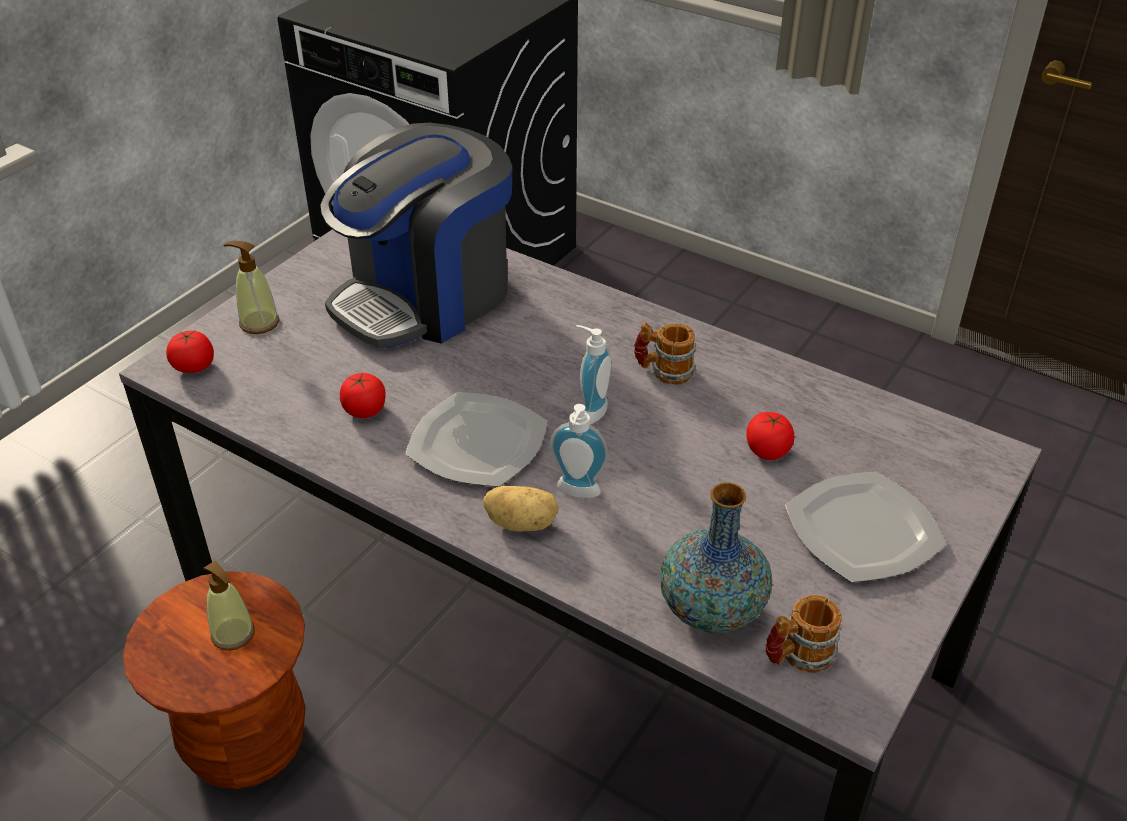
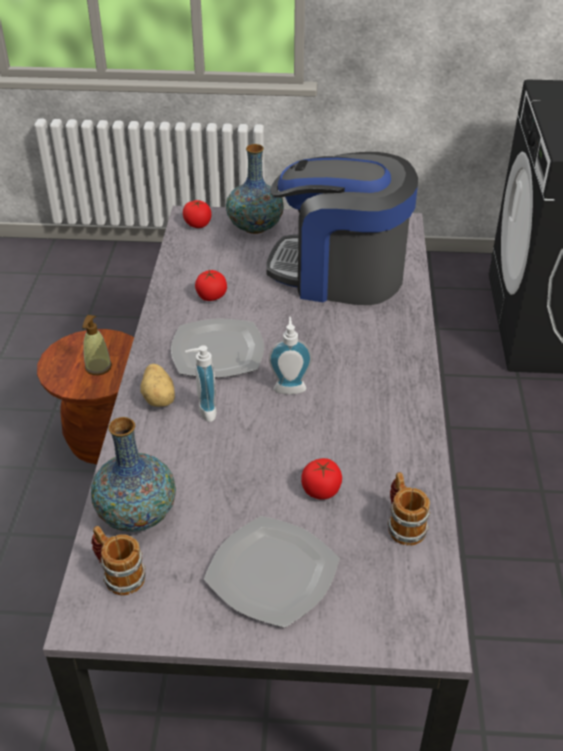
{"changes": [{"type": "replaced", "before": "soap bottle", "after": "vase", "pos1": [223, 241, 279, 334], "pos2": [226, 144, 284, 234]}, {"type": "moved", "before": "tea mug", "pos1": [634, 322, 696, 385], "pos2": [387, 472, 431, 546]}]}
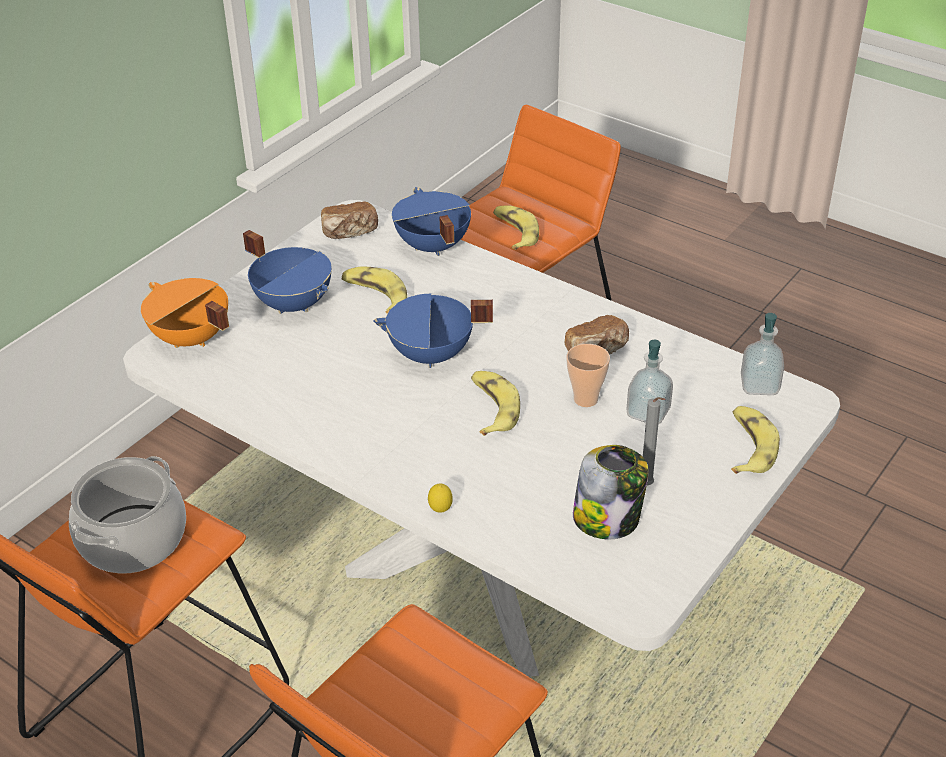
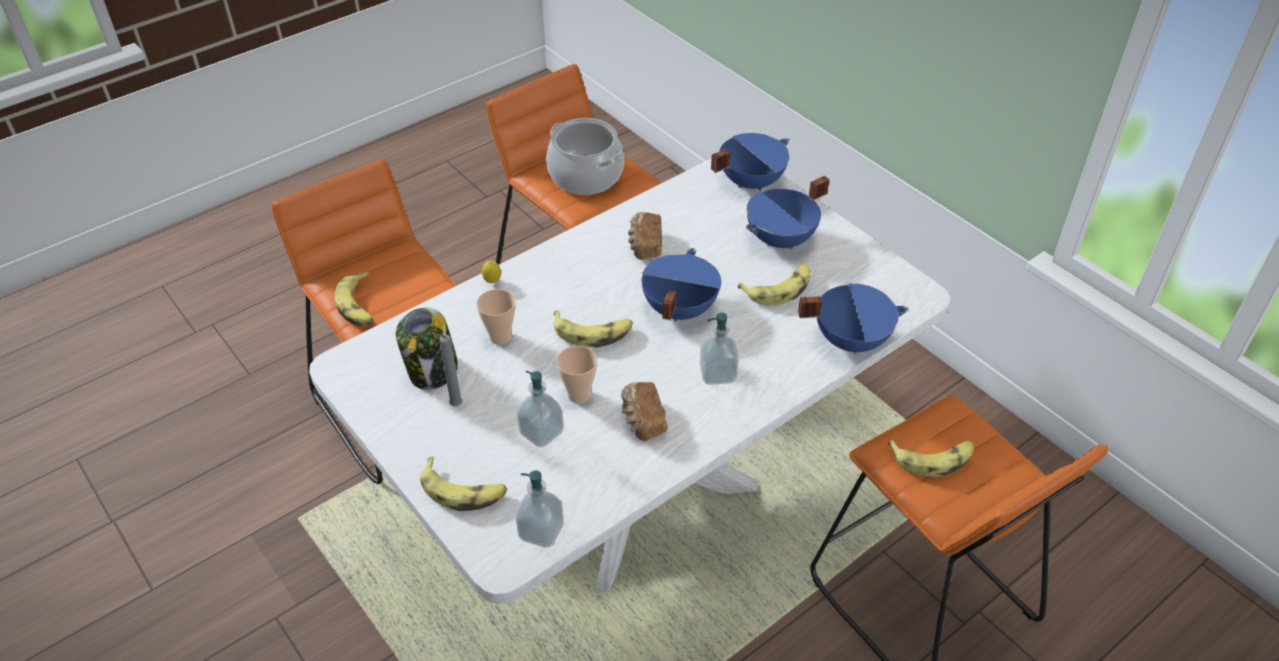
{"changes": [{"type": "moved", "before": "baked bread", "pos1": [321, 201, 378, 239], "pos2": [628, 212, 662, 260]}, {"type": "recoloured", "before": "orangey cooking pot", "after": "blue-coloured cooking pot", "pos1": [141, 278, 229, 348], "pos2": [711, 133, 790, 191]}, {"type": "added", "after": "banana", "pos2": [334, 272, 374, 326]}, {"type": "added", "after": "small cup", "pos2": [476, 289, 516, 345]}, {"type": "added", "after": "soap bottle", "pos2": [700, 313, 739, 385]}]}
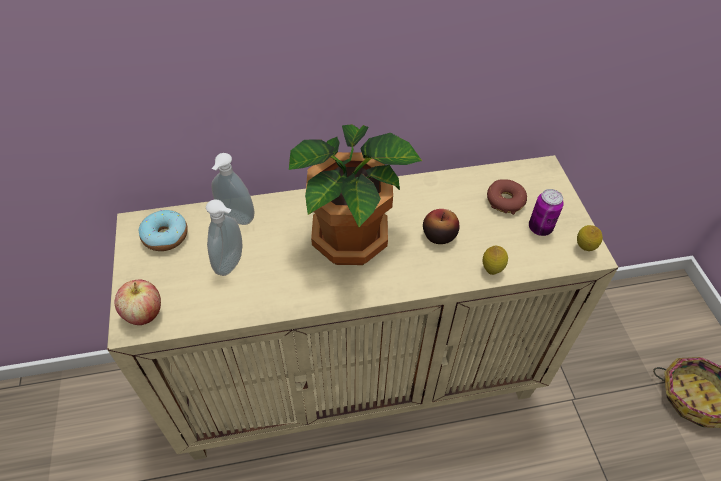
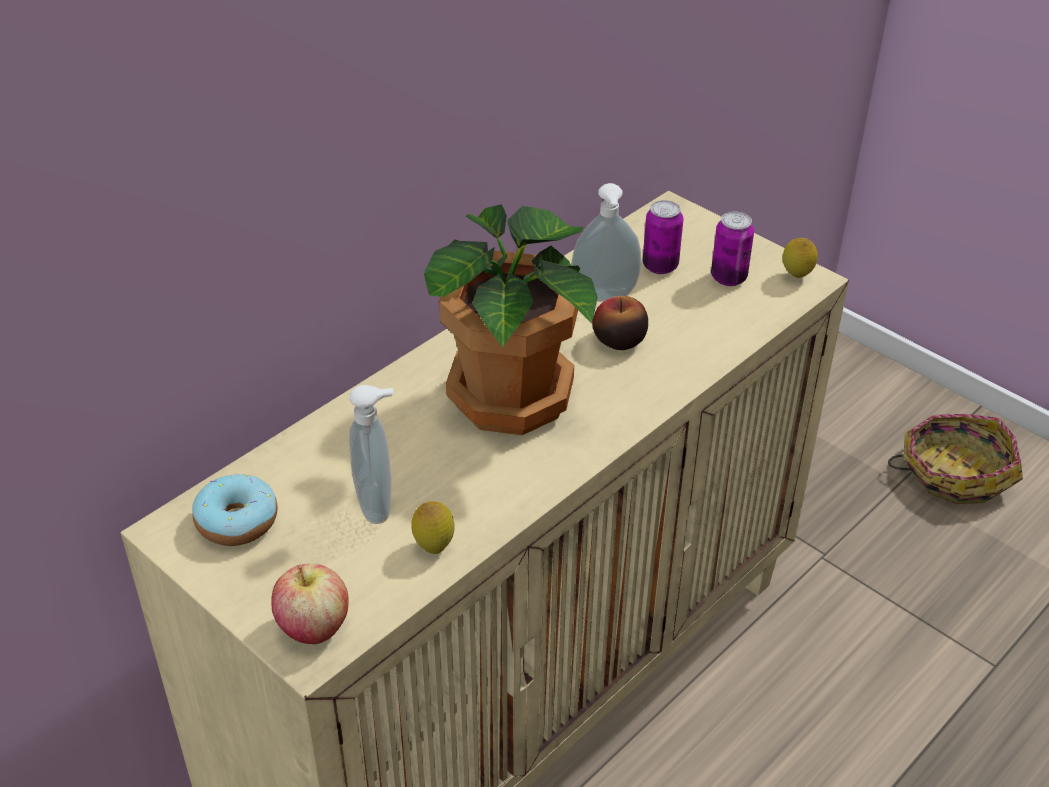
{"changes": [{"type": "moved", "before": "soap bottle", "pos1": [211, 153, 255, 225], "pos2": [571, 183, 642, 302]}, {"type": "replaced", "before": "ring doughnut", "after": "sealed can", "pos1": [487, 179, 527, 215], "pos2": [643, 200, 683, 274]}, {"type": "moved", "before": "lemon", "pos1": [483, 246, 508, 275], "pos2": [411, 501, 454, 554]}]}
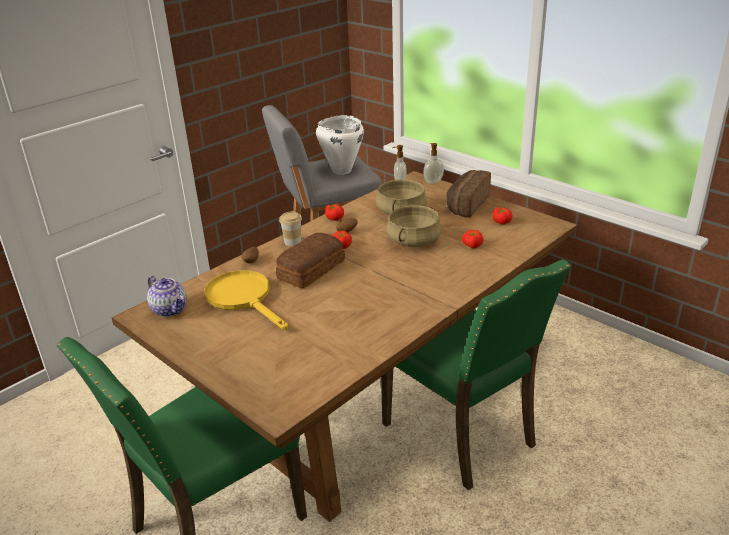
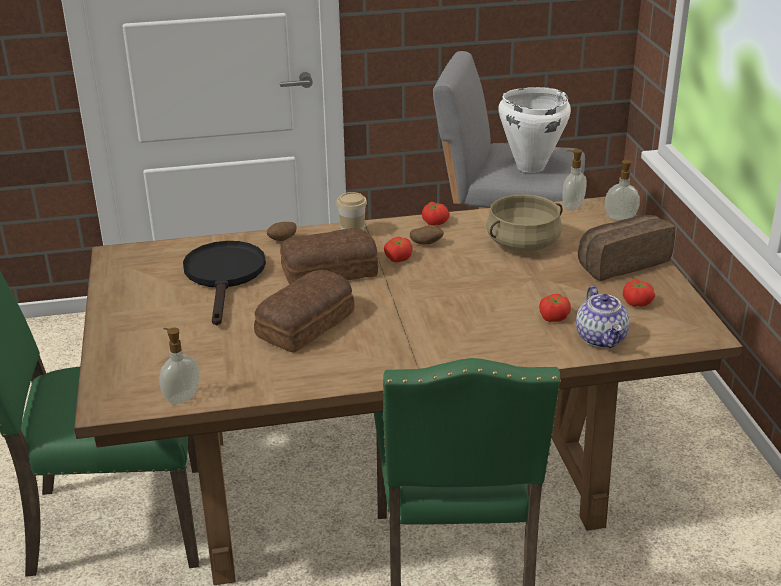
{"changes": [{"type": "removed", "before": "beige cooking pot", "pos1": [386, 205, 442, 247]}, {"type": "recoloured", "before": "yellow skillet", "after": "black-coloured skillet", "pos1": [204, 270, 288, 330], "pos2": [183, 241, 266, 325]}, {"type": "moved", "before": "tea pot", "pos1": [147, 276, 187, 317], "pos2": [576, 286, 630, 348]}, {"type": "added", "after": "baked bread", "pos2": [254, 270, 355, 353]}, {"type": "added", "after": "soap bottle", "pos2": [159, 328, 200, 405]}]}
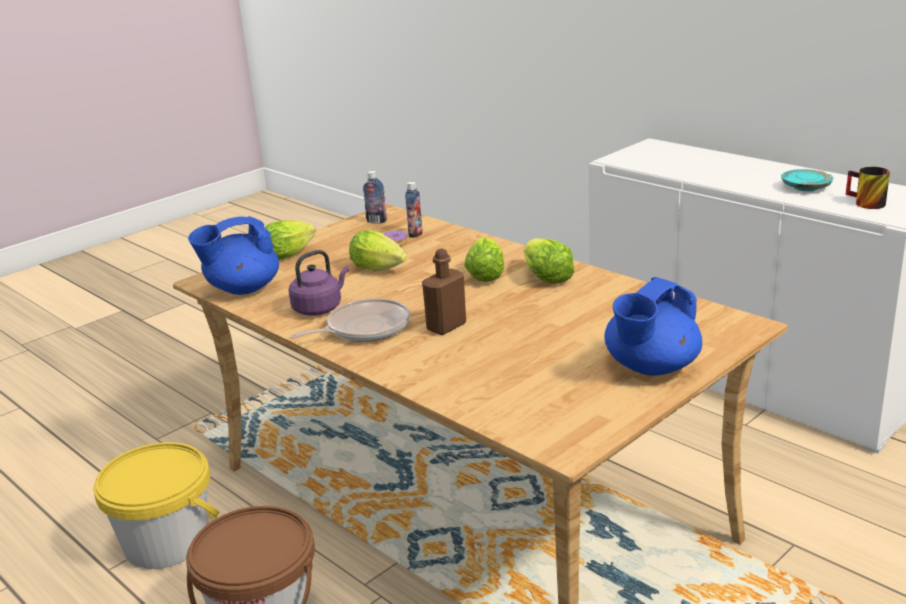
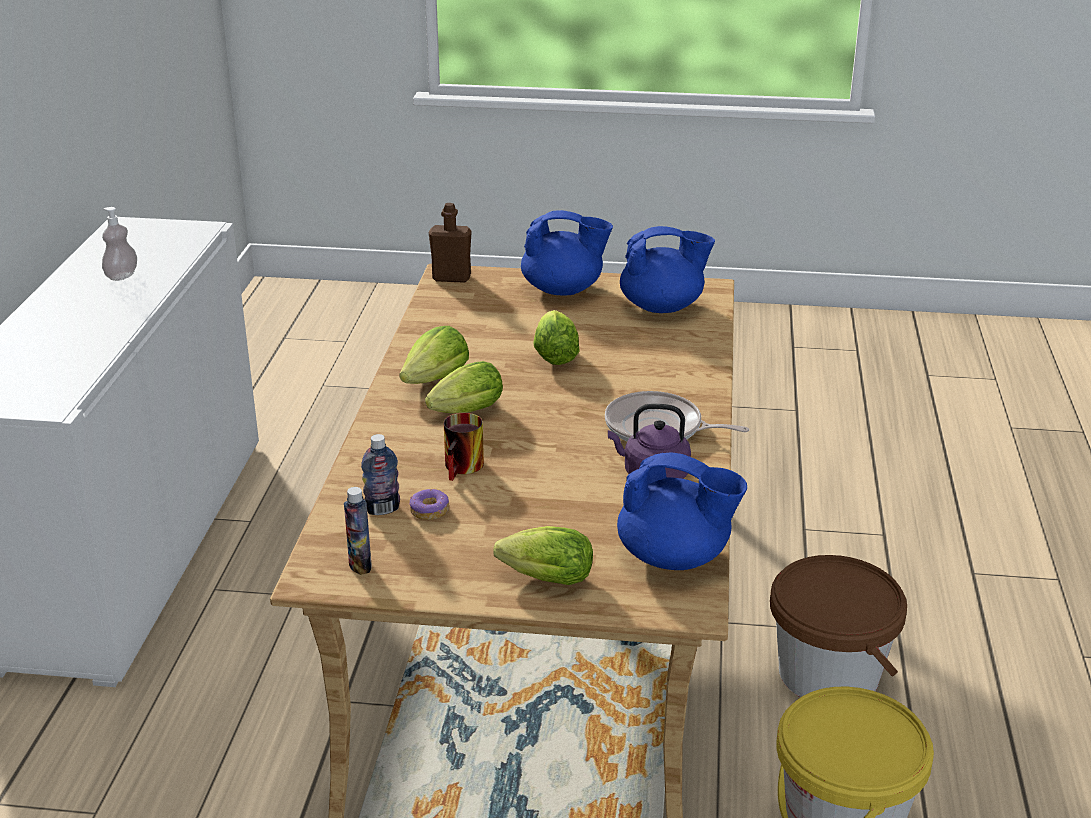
{"changes": [{"type": "moved", "before": "tea mug", "pos1": [846, 167, 890, 209], "pos2": [444, 413, 484, 481]}, {"type": "replaced", "before": "turquoise-coloured dinner plate", "after": "soap bottle", "pos1": [781, 169, 833, 191], "pos2": [102, 207, 137, 281]}, {"type": "moved", "before": "head of lettuce", "pos1": [349, 230, 407, 271], "pos2": [533, 310, 579, 365]}, {"type": "moved", "before": "brown-coloured bottle", "pos1": [422, 249, 466, 335], "pos2": [429, 203, 472, 283]}, {"type": "added", "after": "blue-coloured tea pot", "pos2": [620, 226, 715, 313]}]}
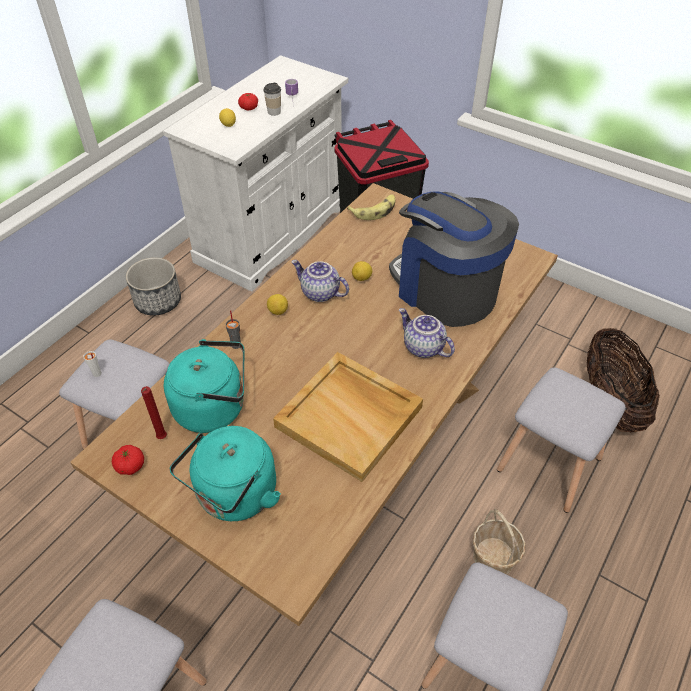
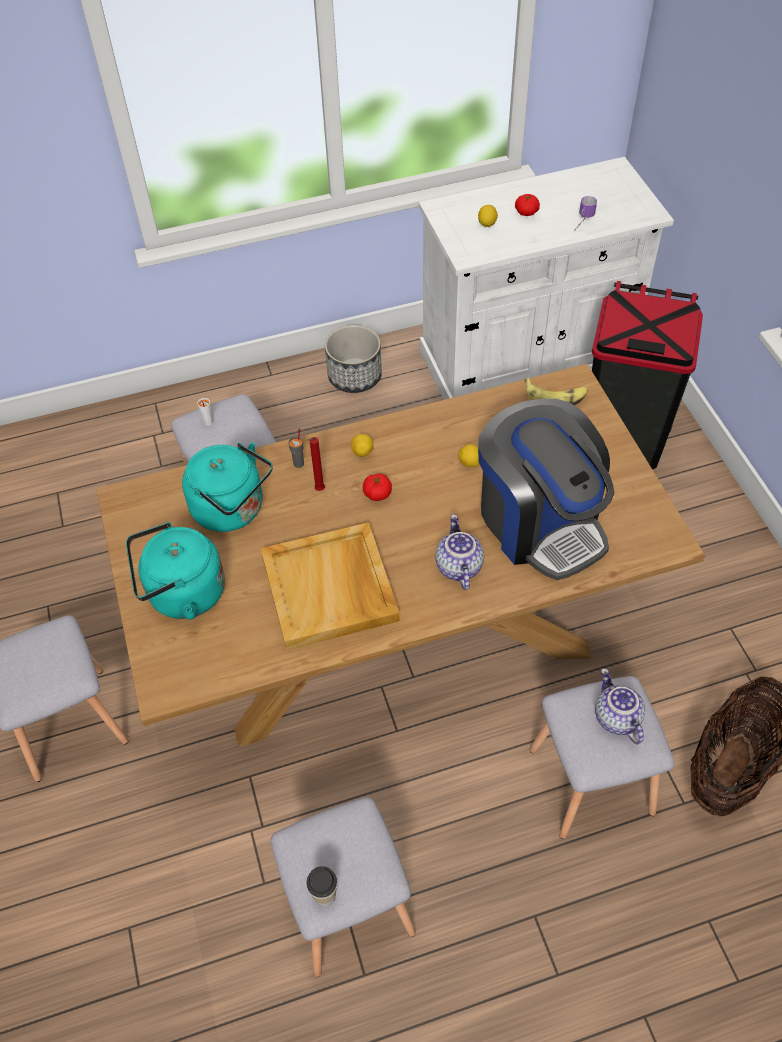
{"changes": [{"type": "moved", "before": "small cup", "pos1": [264, 83, 281, 116], "pos2": [307, 866, 337, 906]}, {"type": "turned", "before": "coffee machine", "pos1": [389, 191, 519, 327], "pos2": [478, 399, 614, 580], "turn": 150}, {"type": "moved", "before": "tea pot", "pos1": [291, 260, 349, 302], "pos2": [595, 668, 645, 744]}, {"type": "moved", "before": "red-coloured wax light", "pos1": [141, 386, 167, 439], "pos2": [308, 437, 325, 491]}, {"type": "moved", "before": "tomato", "pos1": [112, 445, 144, 475], "pos2": [363, 473, 392, 501]}, {"type": "removed", "before": "household basket", "pos1": [473, 509, 525, 574]}]}
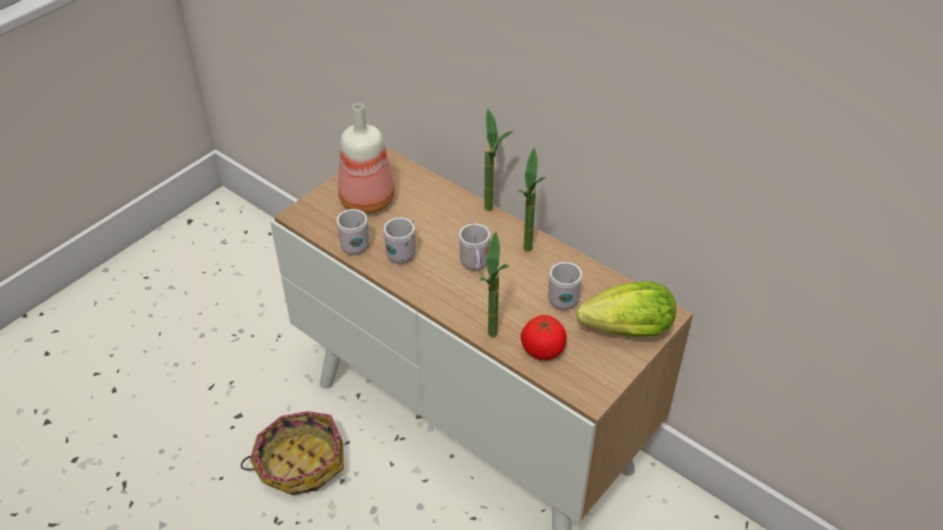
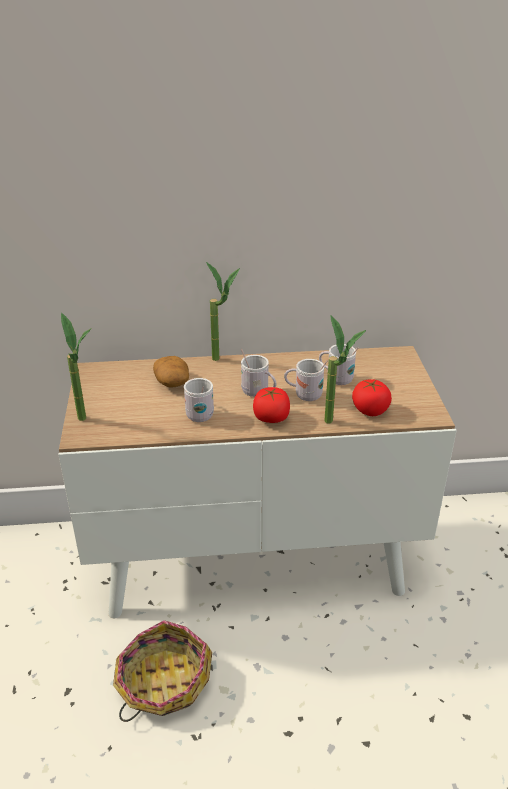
{"changes": [{"type": "removed", "before": "bottle", "pos1": [338, 103, 395, 214]}, {"type": "moved", "before": "potted plant", "pos1": [518, 148, 546, 252], "pos2": [61, 313, 92, 421]}, {"type": "moved", "before": "whitish tea mug", "pos1": [337, 209, 369, 255], "pos2": [284, 359, 328, 401]}, {"type": "removed", "before": "head of lettuce", "pos1": [576, 281, 676, 337]}, {"type": "added", "after": "whole potato", "pos2": [153, 356, 189, 387]}, {"type": "added", "after": "tomato", "pos2": [253, 387, 290, 423]}]}
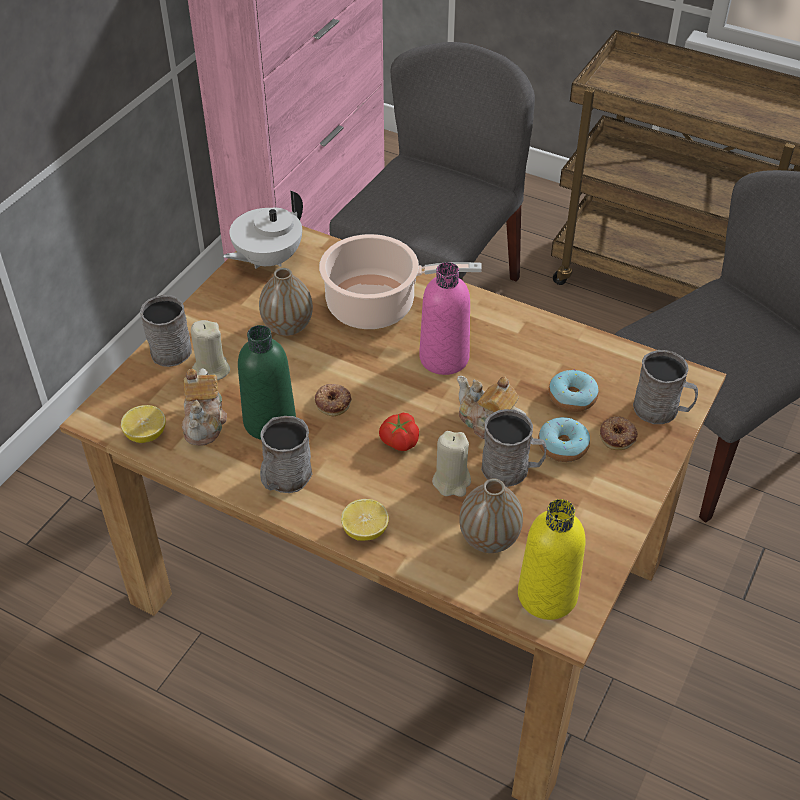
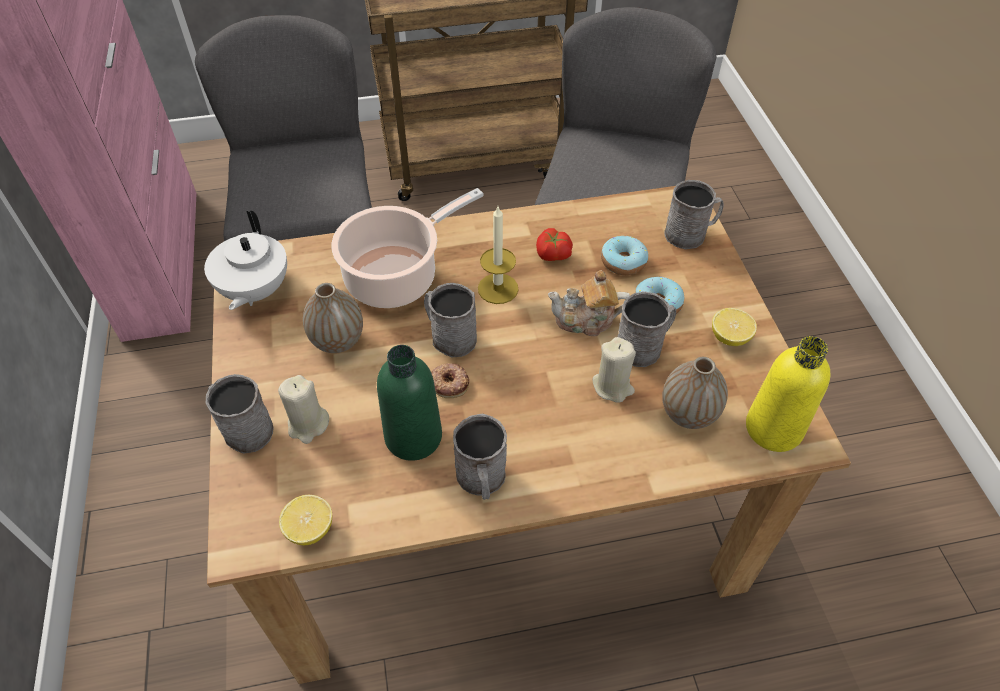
{"changes": [{"type": "replaced", "before": "pink bottle", "after": "wax light", "pos1": [419, 262, 470, 375], "pos2": [478, 207, 519, 304]}, {"type": "removed", "before": "tea pot", "pos1": [182, 368, 227, 445]}, {"type": "moved", "before": "tomato", "pos1": [379, 413, 419, 451], "pos2": [536, 228, 573, 261]}, {"type": "removed", "before": "ring doughnut", "pos1": [600, 416, 638, 450]}, {"type": "moved", "before": "lemon", "pos1": [341, 499, 389, 541], "pos2": [712, 308, 757, 346]}, {"type": "added", "after": "gray tea mug", "pos2": [424, 283, 477, 358]}]}
